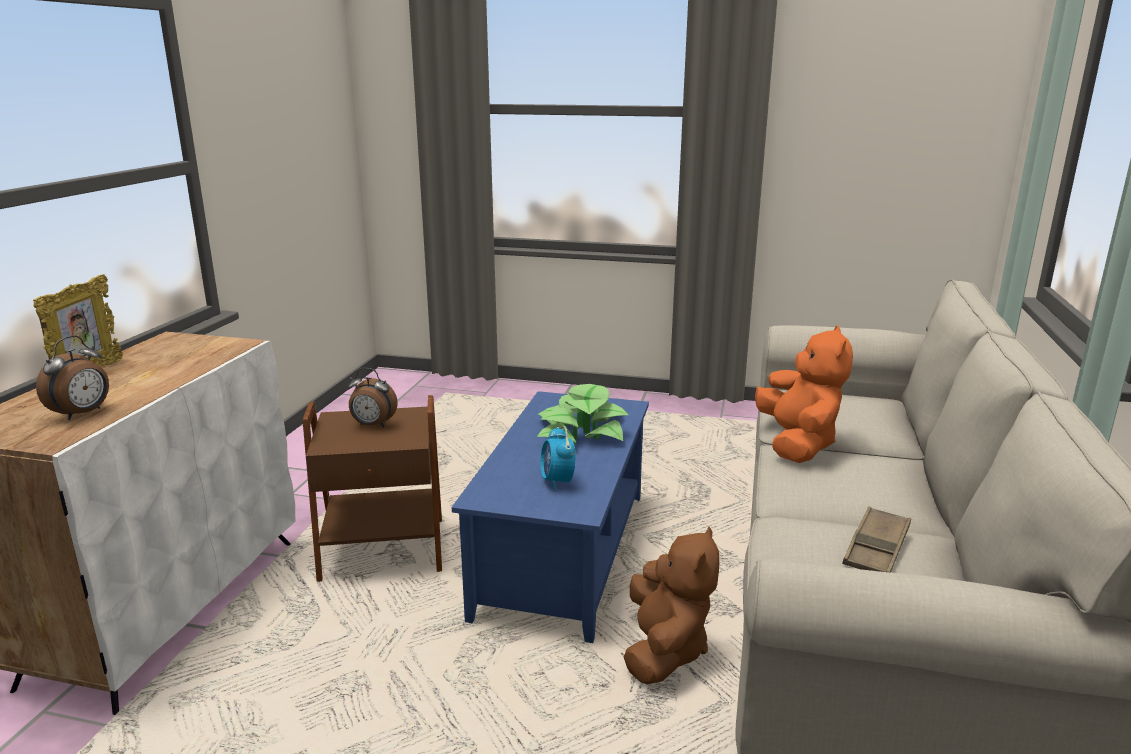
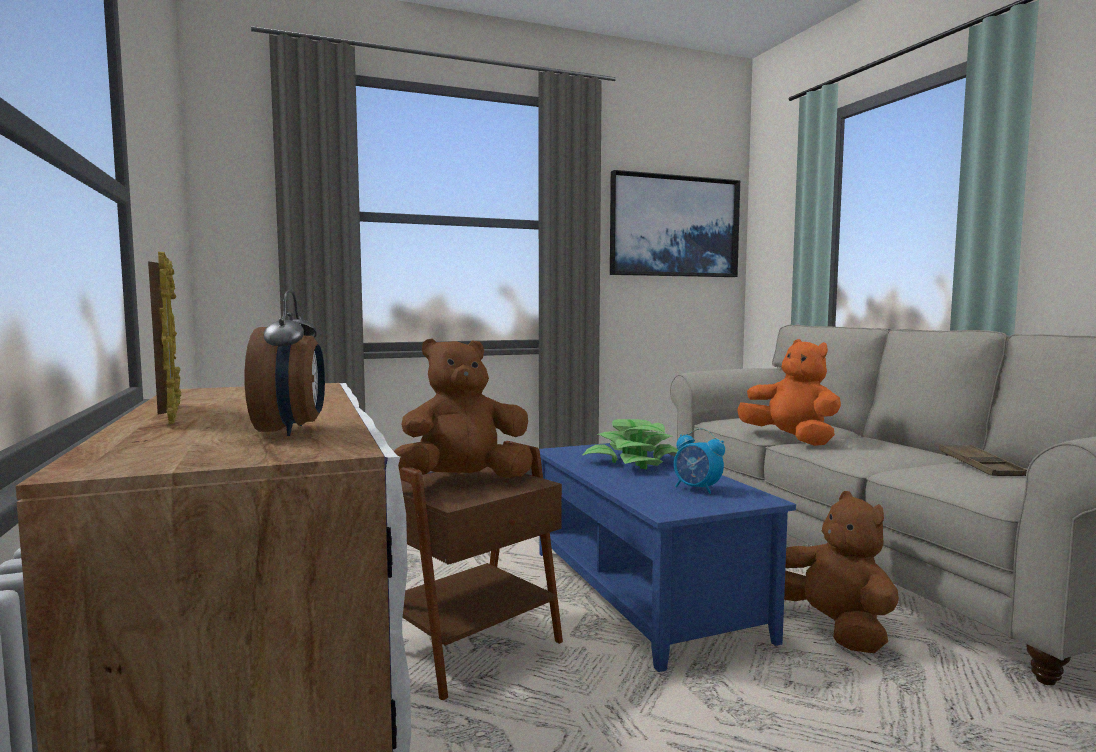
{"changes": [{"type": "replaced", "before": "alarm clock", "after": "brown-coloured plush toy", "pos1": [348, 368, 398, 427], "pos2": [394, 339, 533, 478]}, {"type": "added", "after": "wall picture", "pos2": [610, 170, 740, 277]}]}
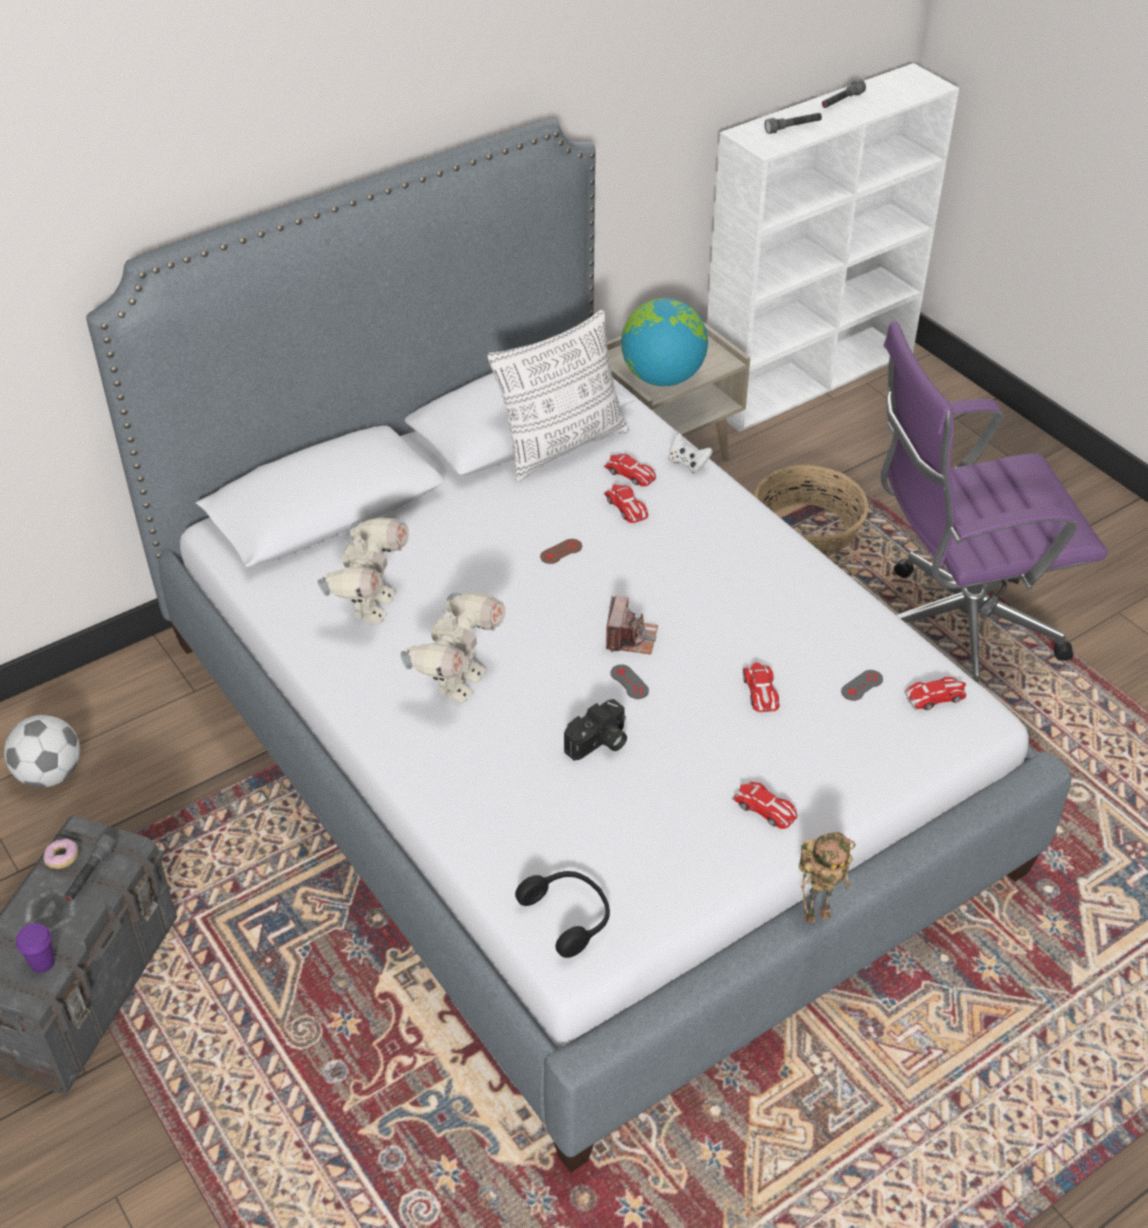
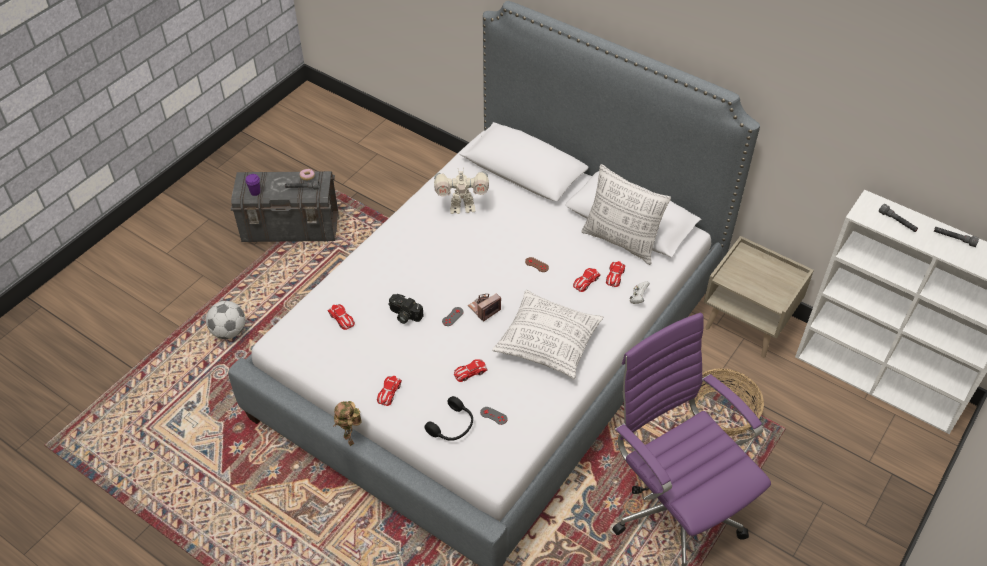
{"changes": [{"type": "removed", "before": "desk globe", "pos1": [621, 298, 708, 386]}, {"type": "removed", "before": "robot figure", "pos1": [401, 592, 506, 703]}, {"type": "turned", "before": "still camera", "pos1": [606, 595, 658, 654], "pos2": [468, 293, 501, 322], "turn": 150}, {"type": "moved", "before": "miniature car", "pos1": [904, 677, 966, 710], "pos2": [328, 304, 355, 330]}, {"type": "moved", "before": "football ball", "pos1": [4, 715, 80, 788], "pos2": [206, 301, 245, 339]}, {"type": "moved", "before": "black-coloured headset", "pos1": [515, 871, 610, 958], "pos2": [425, 396, 473, 441]}, {"type": "added", "after": "throw pillow", "pos2": [492, 290, 603, 379]}]}
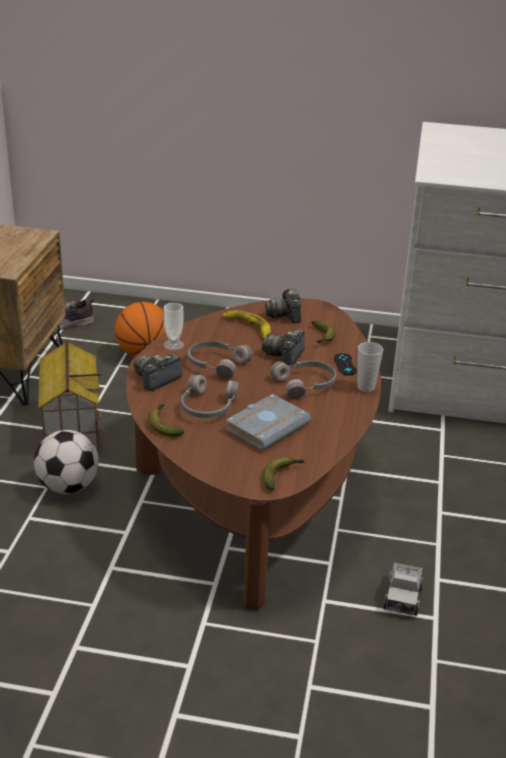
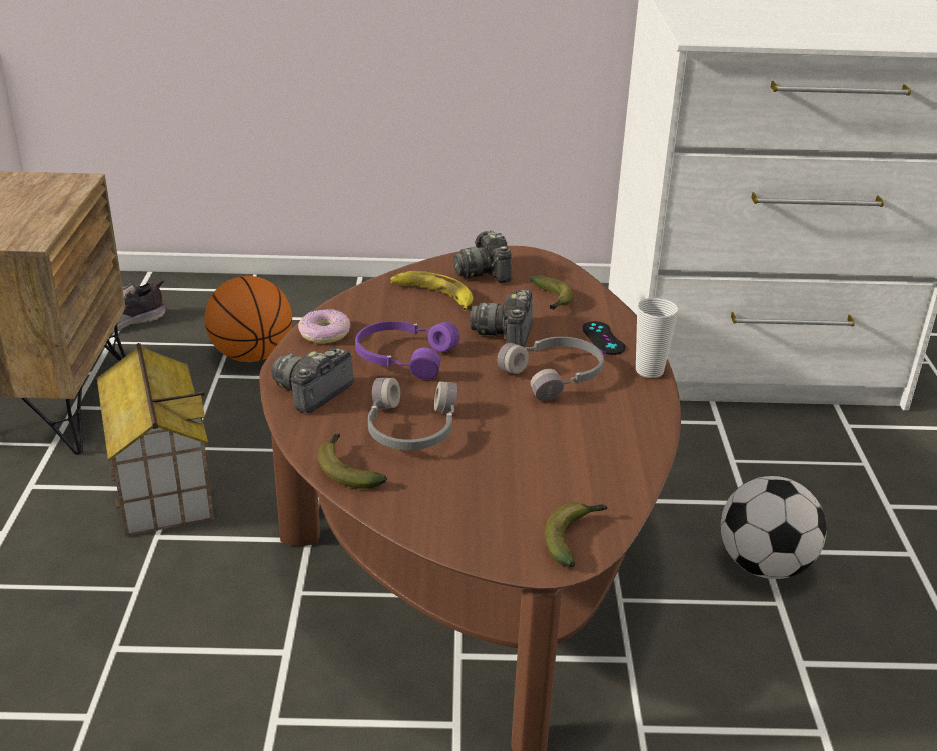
{"changes": [{"type": "replaced", "before": "small cup", "after": "ring doughnut", "pos1": [163, 303, 184, 350], "pos2": [298, 309, 350, 343]}, {"type": "recoloured", "before": "gray headset", "after": "purplish headset", "pos1": [188, 341, 252, 379], "pos2": [355, 321, 460, 380]}, {"type": "removed", "before": "gray book", "pos1": [225, 394, 311, 451]}, {"type": "moved", "before": "football ball", "pos1": [34, 430, 99, 494], "pos2": [721, 476, 827, 579]}, {"type": "removed", "before": "toy truck", "pos1": [383, 562, 423, 616]}]}
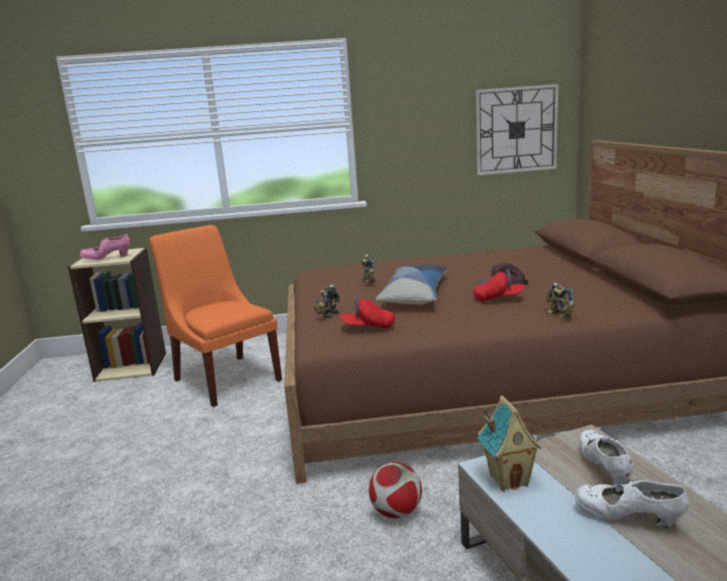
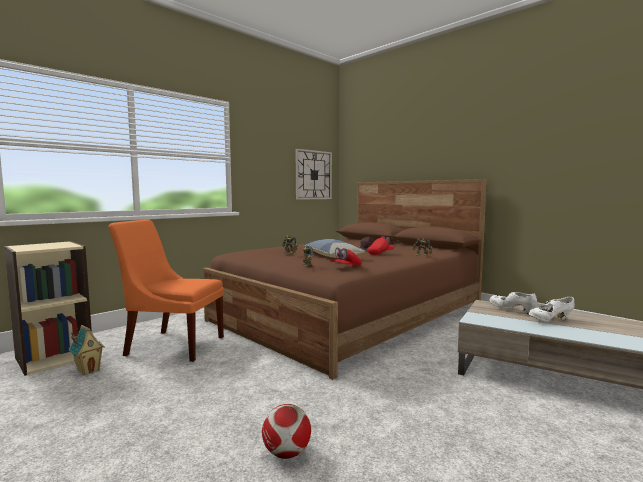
{"changes": [{"type": "removed", "before": "pink shoe", "pos1": [80, 234, 130, 260]}, {"type": "moved", "before": "miniature house", "pos1": [478, 395, 542, 491], "pos2": [68, 325, 105, 375]}, {"type": "moved", "before": "football ball", "pos1": [369, 462, 422, 518], "pos2": [262, 404, 311, 459]}]}
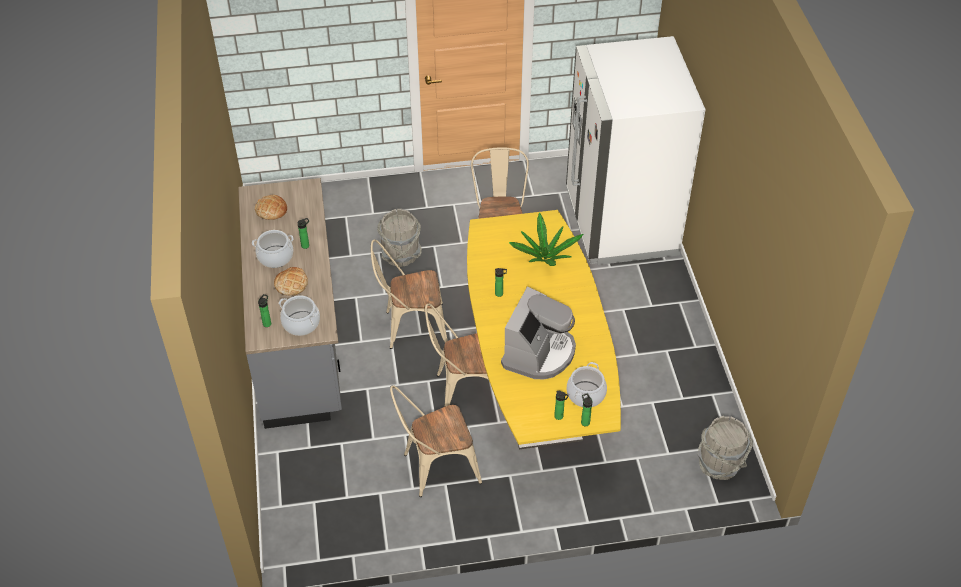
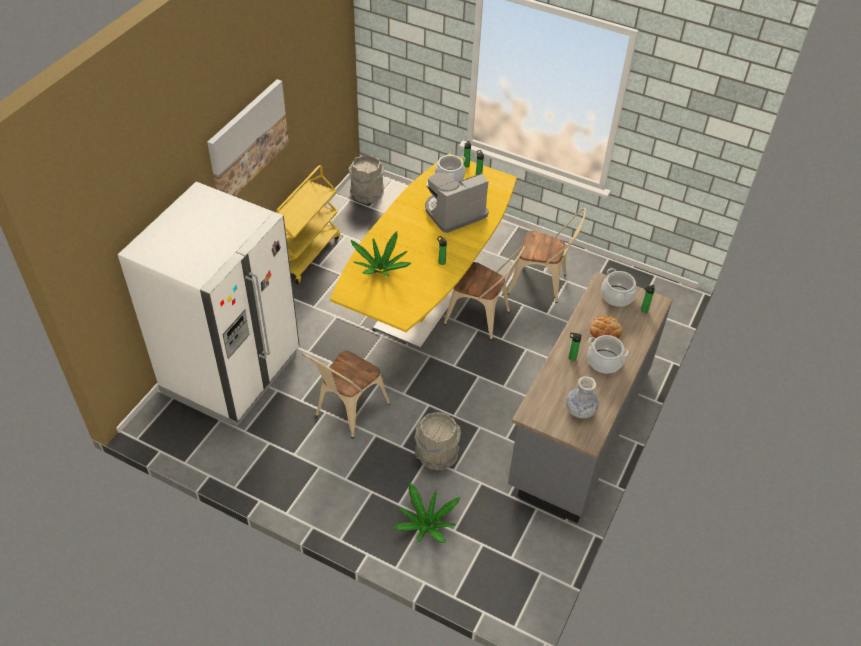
{"changes": [{"type": "replaced", "before": "baked bread", "after": "vase", "pos1": [255, 195, 287, 220], "pos2": [566, 376, 599, 419]}, {"type": "removed", "before": "beige chair", "pos1": [371, 239, 448, 349]}, {"type": "added", "after": "wall picture", "pos2": [207, 79, 289, 196]}, {"type": "added", "after": "yellow wheeled cart", "pos2": [276, 165, 340, 284]}, {"type": "added", "after": "potted plant", "pos2": [393, 483, 460, 543]}]}
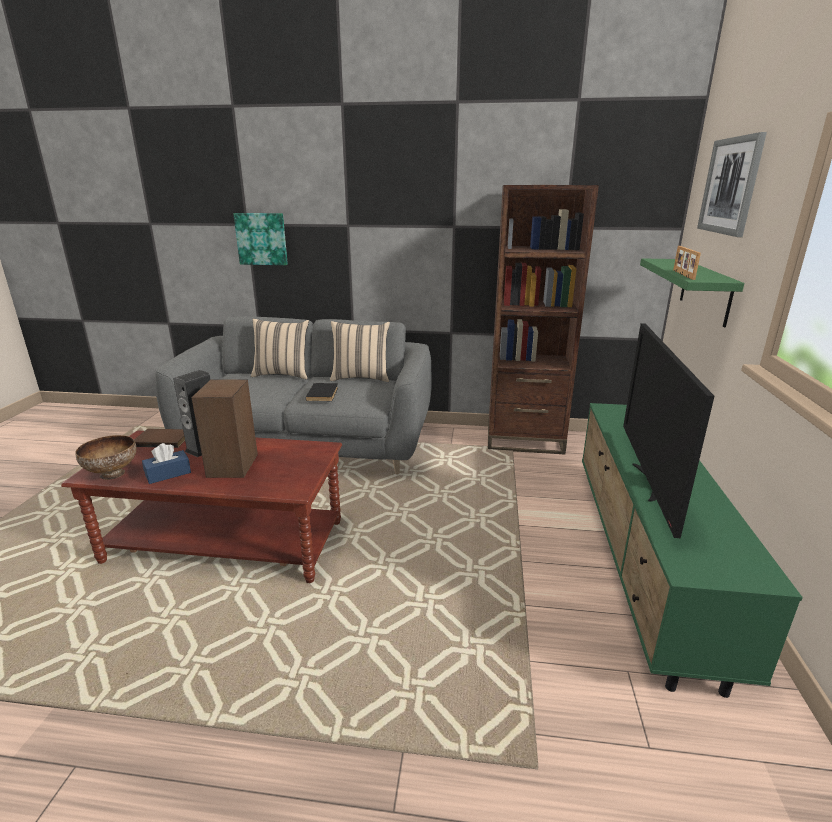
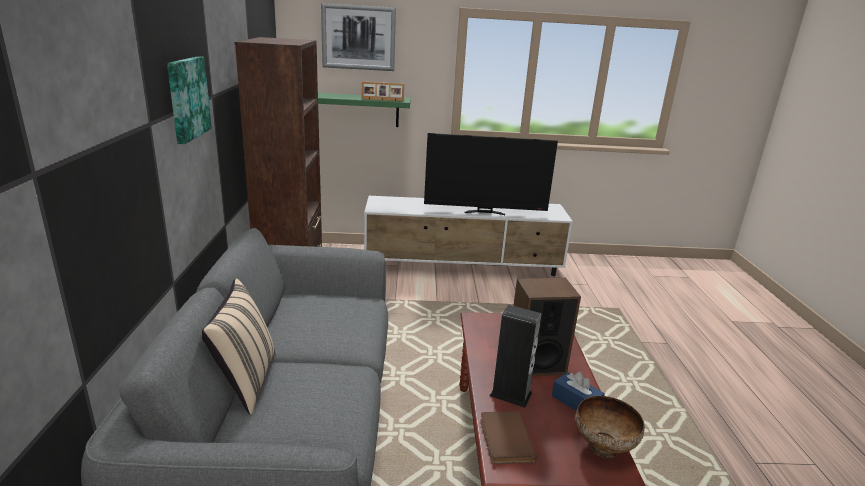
{"changes": [{"type": "moved", "before": "wall picture", "pos1": [233, 213, 288, 265], "pos2": [167, 56, 212, 144]}, {"type": "removed", "before": "beige throw pillow", "pos1": [330, 321, 390, 382]}, {"type": "removed", "before": "black-coloured book", "pos1": [306, 383, 338, 401]}, {"type": "recoloured", "before": "green-coloured tv unit", "after": "whitish tv unit", "pos1": [582, 403, 803, 698], "pos2": [364, 196, 573, 276]}]}
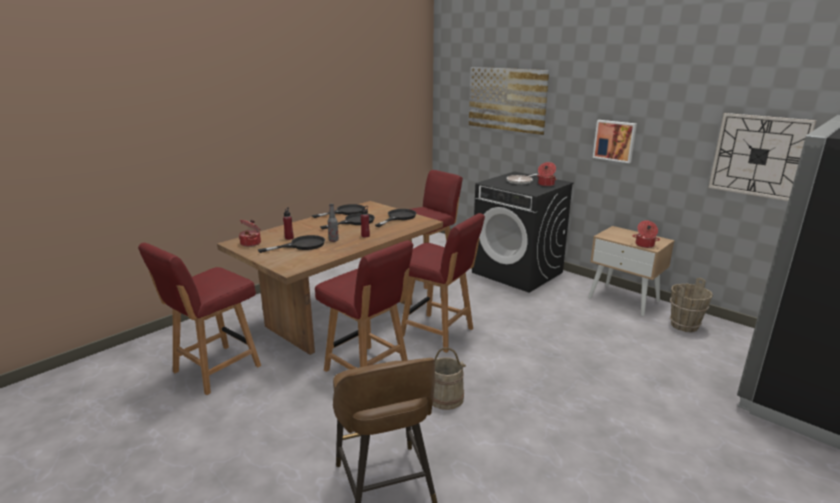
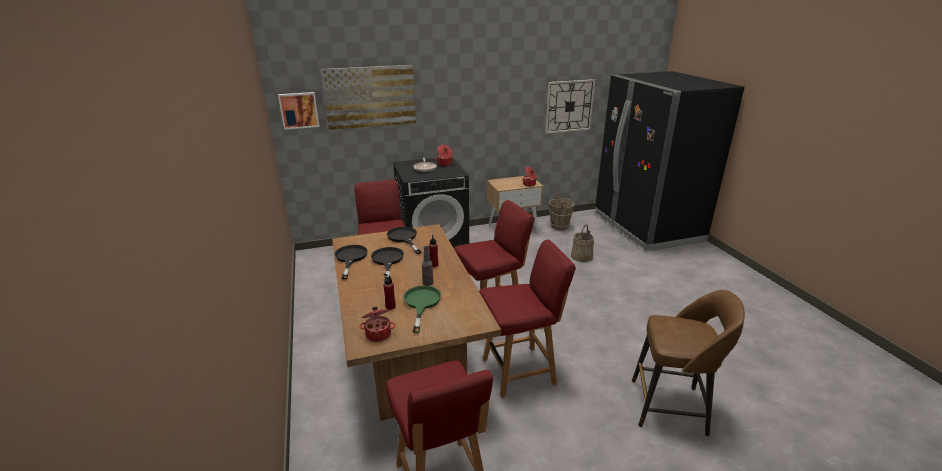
{"changes": [{"type": "moved", "before": "wall picture", "pos1": [593, 120, 637, 163], "pos2": [278, 92, 320, 130]}, {"type": "recoloured", "before": "black-coloured skillet", "after": "green-coloured skillet", "pos1": [258, 235, 325, 253], "pos2": [403, 285, 441, 333]}, {"type": "moved", "before": "beige bucket", "pos1": [433, 347, 466, 410], "pos2": [571, 224, 594, 262]}]}
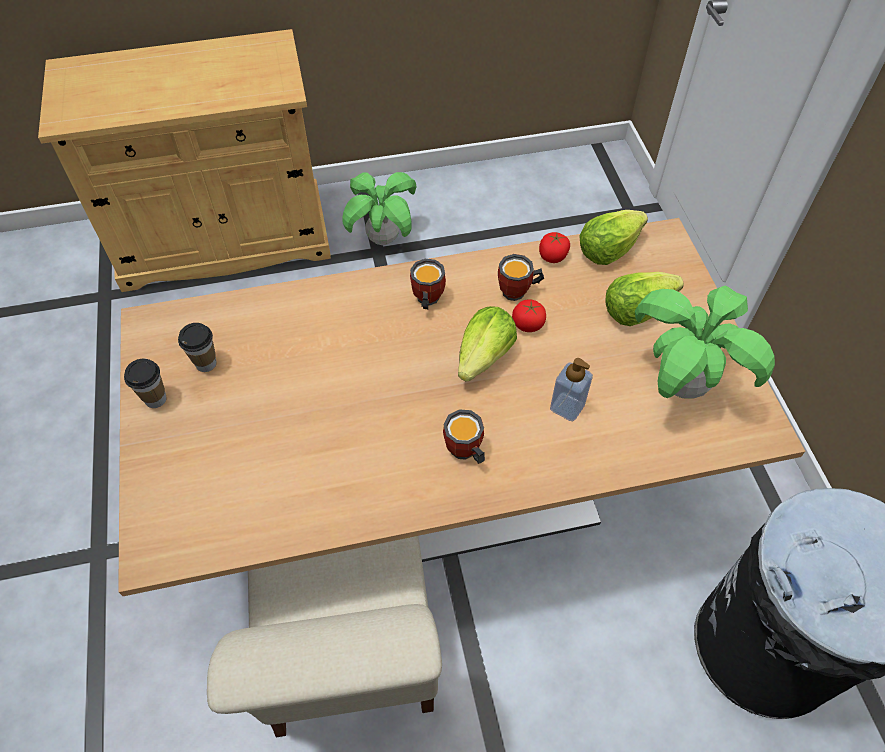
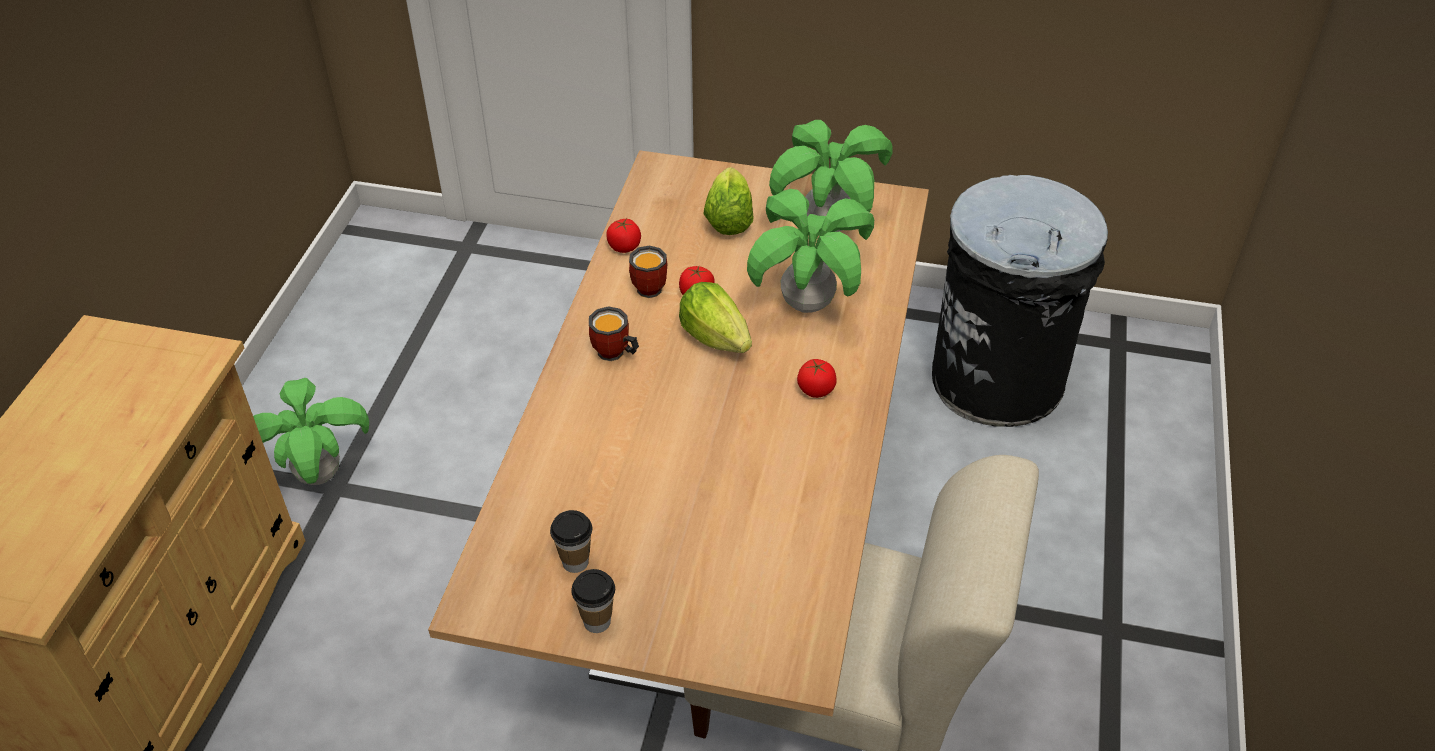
{"changes": [{"type": "removed", "before": "head of lettuce", "pos1": [579, 210, 648, 265]}, {"type": "replaced", "before": "soap bottle", "after": "potted plant", "pos1": [550, 358, 593, 421], "pos2": [747, 189, 874, 313]}, {"type": "replaced", "before": "tea mug", "after": "tomato", "pos1": [443, 409, 485, 464], "pos2": [797, 359, 836, 398]}]}
